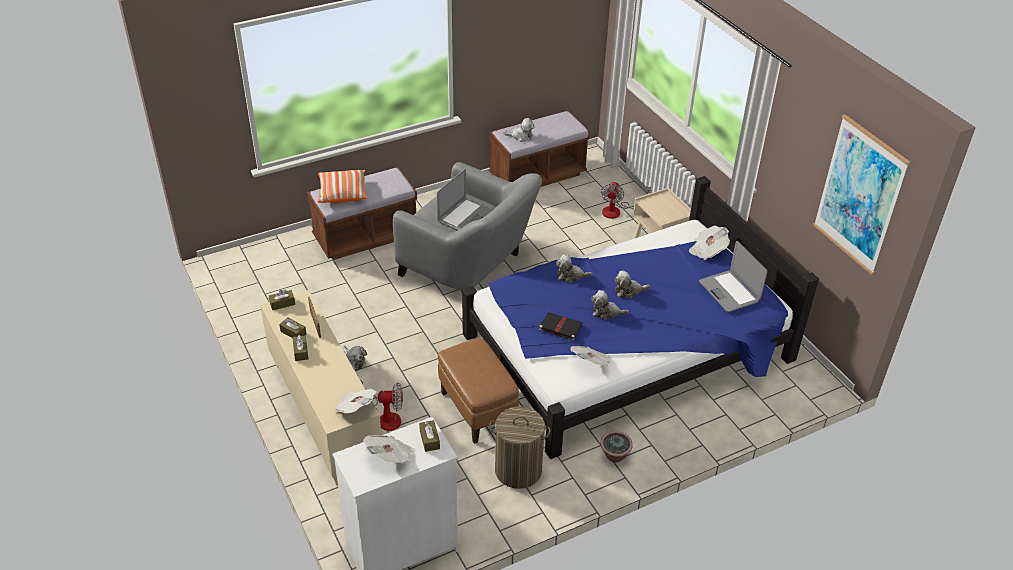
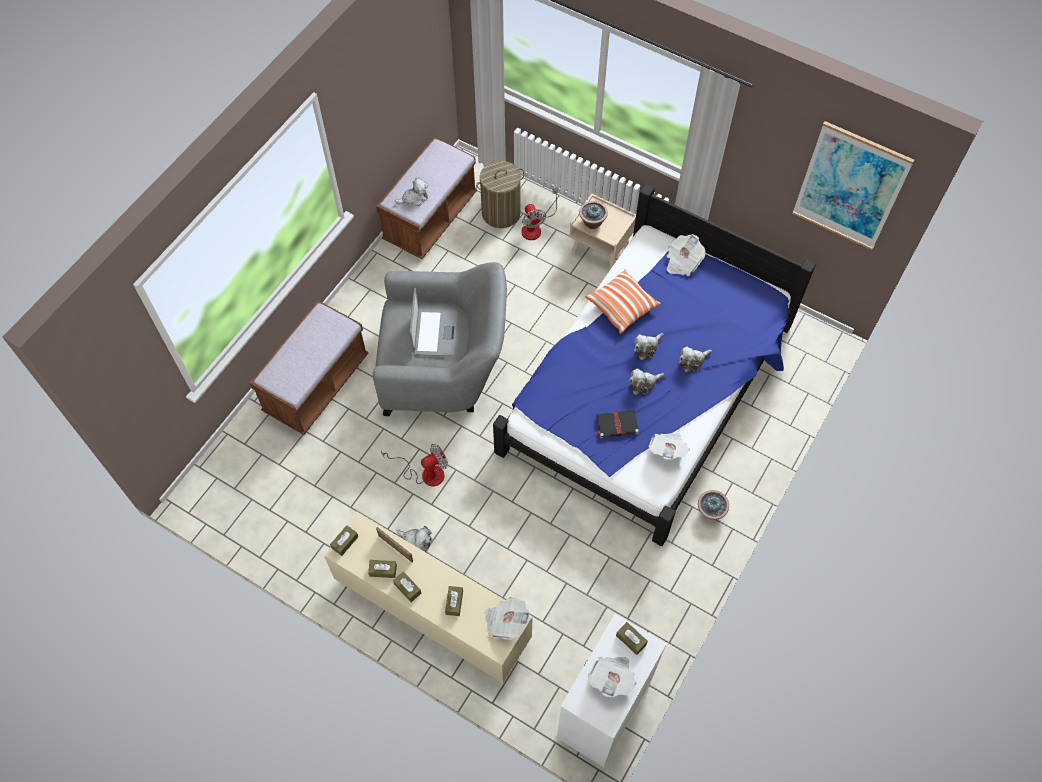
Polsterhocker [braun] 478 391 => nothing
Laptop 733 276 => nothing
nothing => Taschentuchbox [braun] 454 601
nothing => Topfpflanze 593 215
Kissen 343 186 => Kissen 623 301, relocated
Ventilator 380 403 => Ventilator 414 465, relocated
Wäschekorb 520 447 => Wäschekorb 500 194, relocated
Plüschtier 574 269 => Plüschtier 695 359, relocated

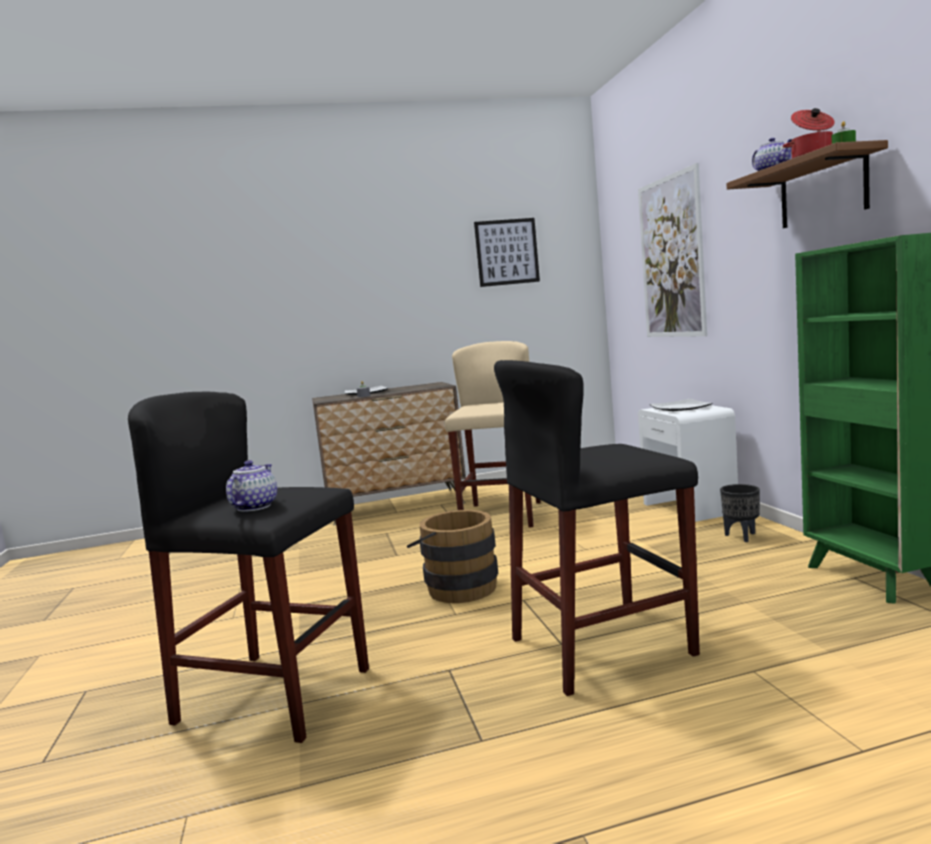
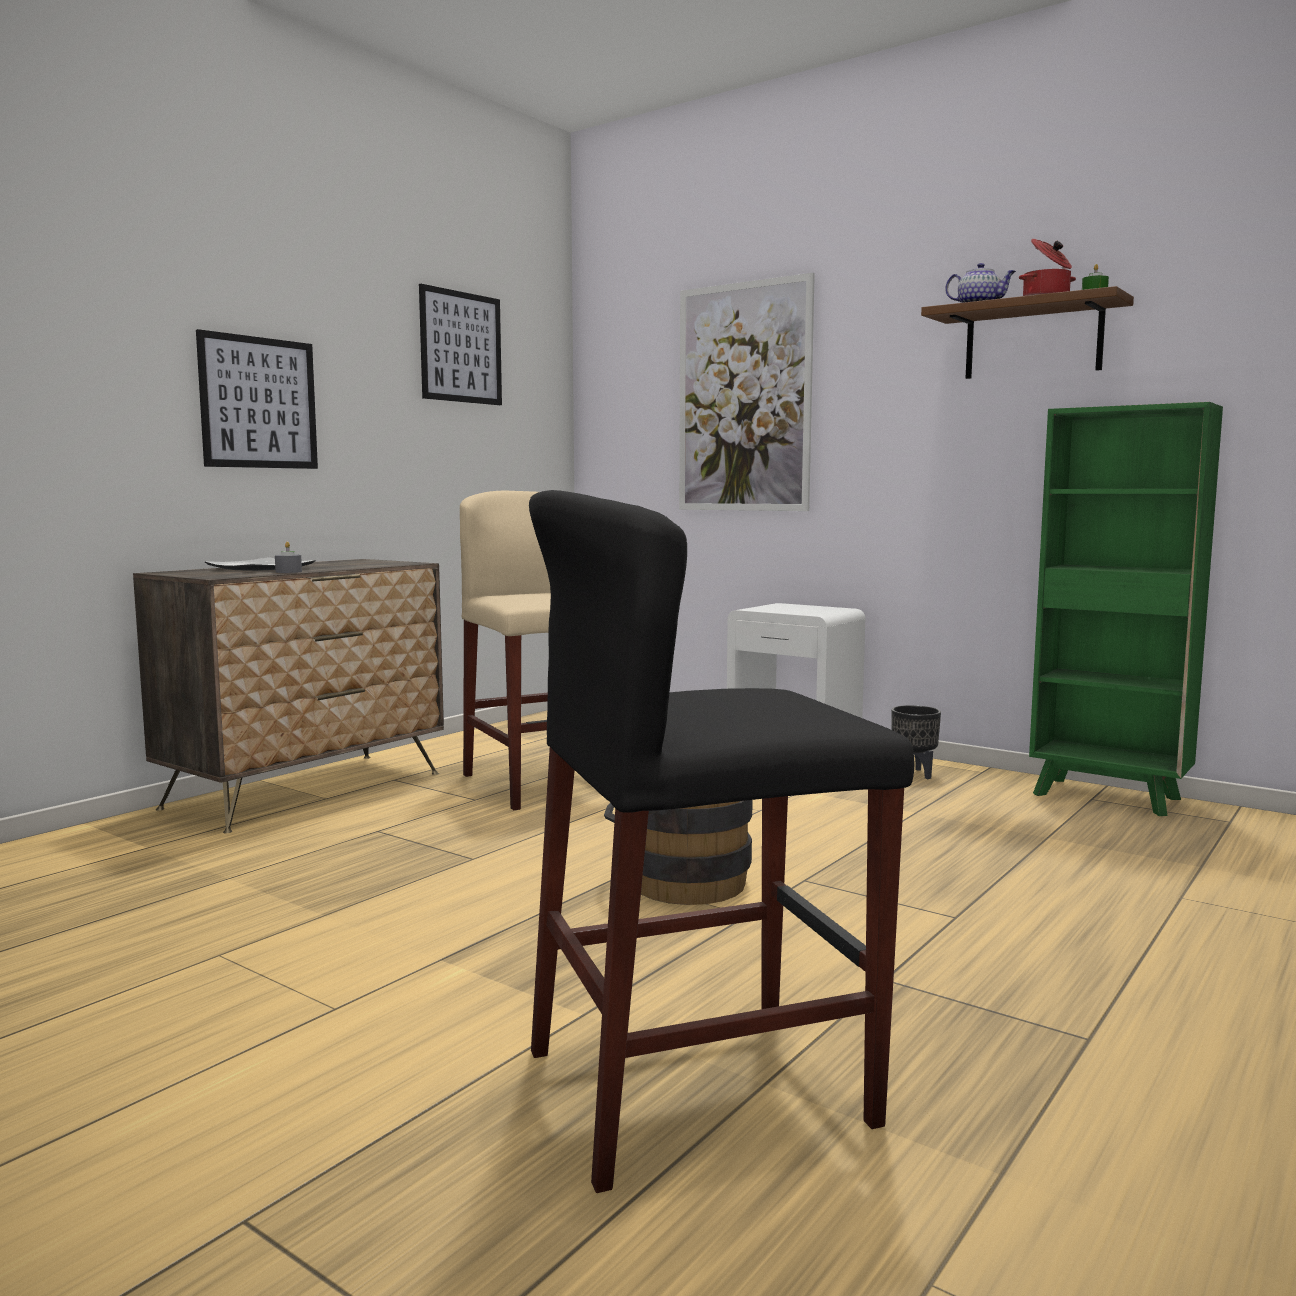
Teekanne 251 486 => nothing
Hocker [schwarz] 597 528 => nothing
Teller 680 405 => nothing
nothing => Bild 257 399

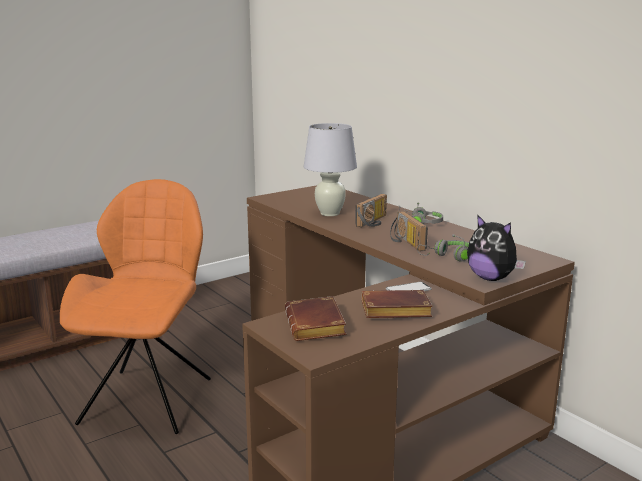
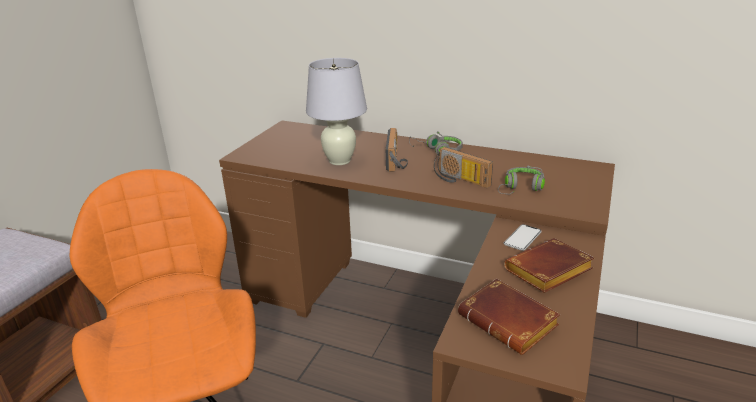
Plüschtier 496 247 => nothing

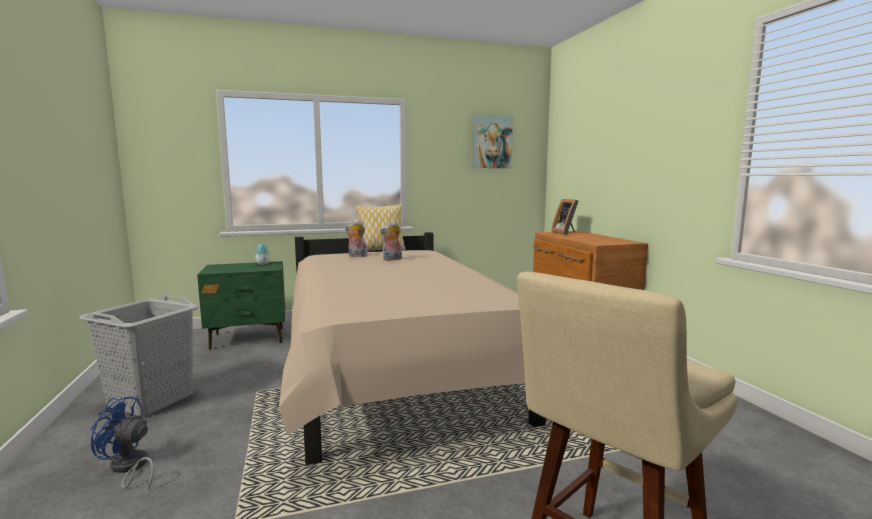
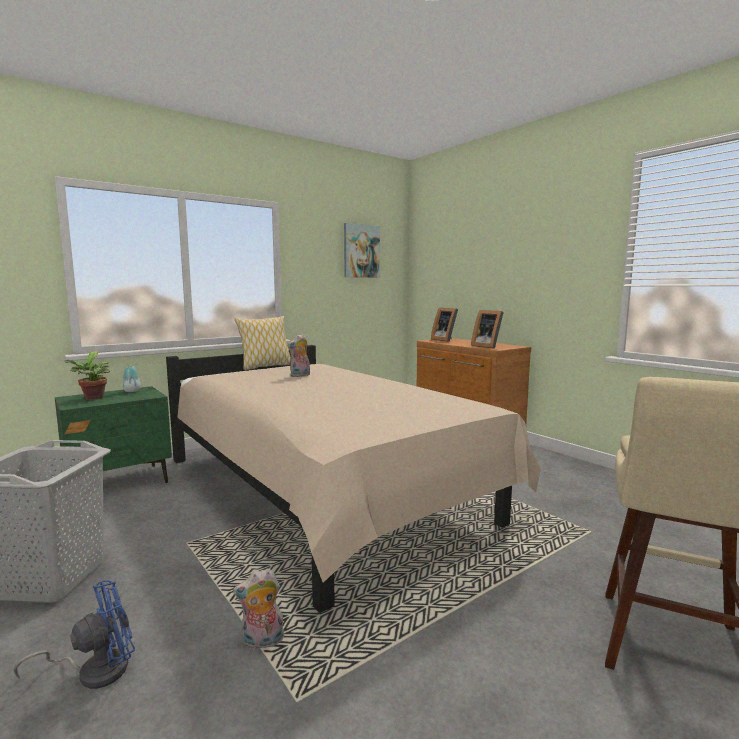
nothing => Topfpflanze 87 375
nothing => Bilderrahmen 487 329
Plüschtier 356 238 => Plüschtier 258 609, relocated
Ventilator [blau] 122 443 => Ventilator [blau] 74 635, 150 degrees clockwise

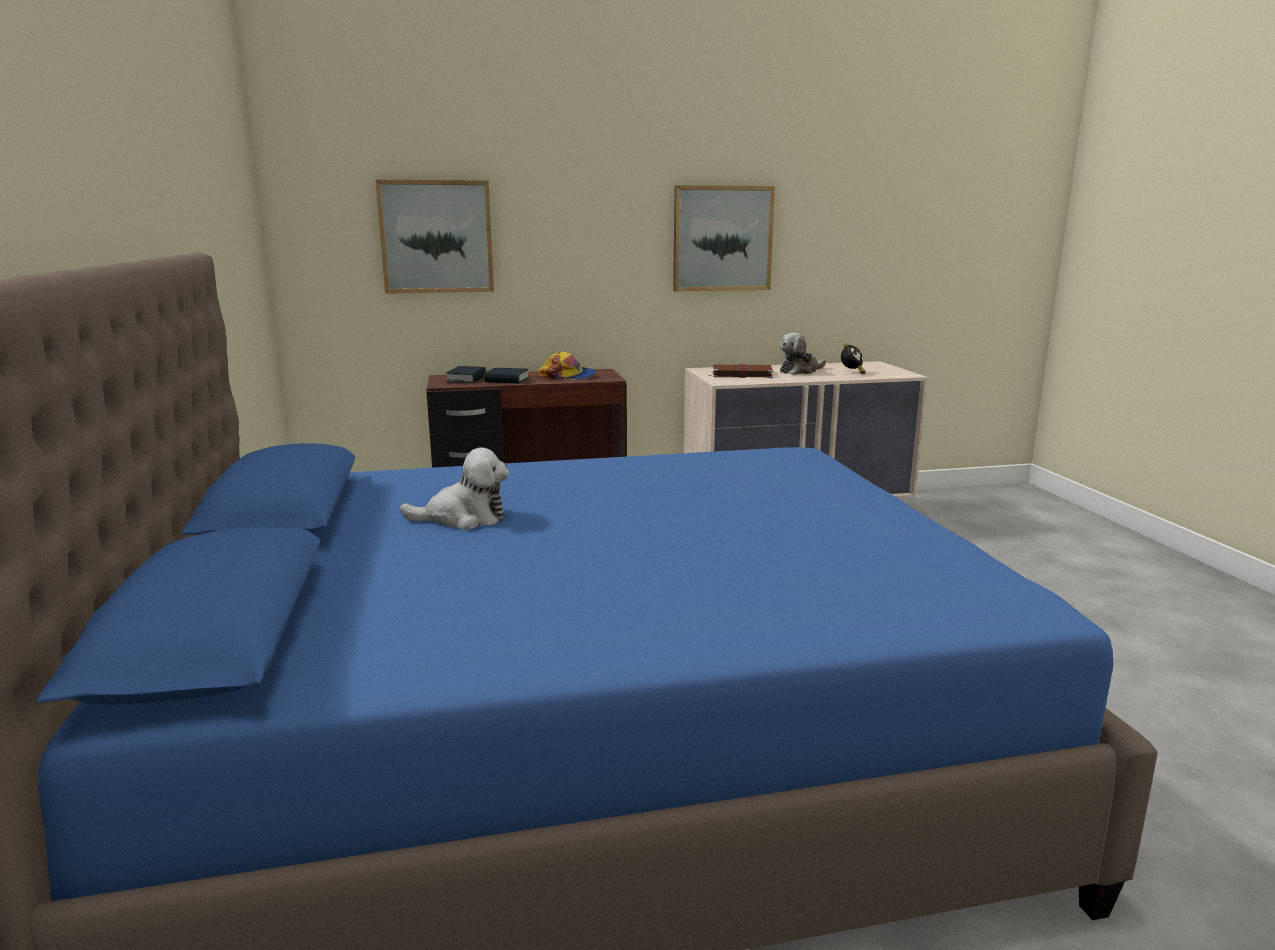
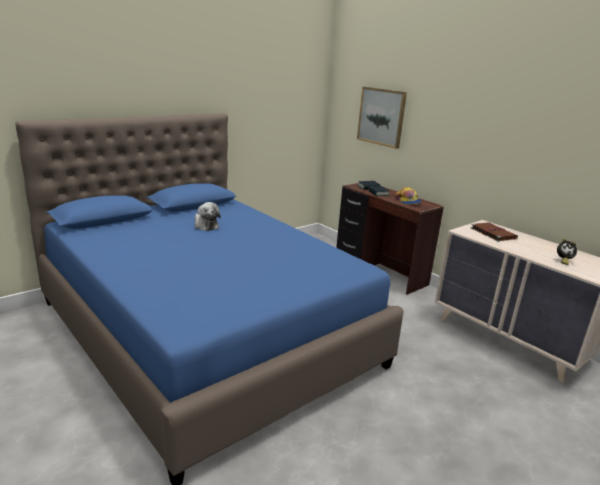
Bild 724 238 => nothing
Plüschtier 803 354 => nothing

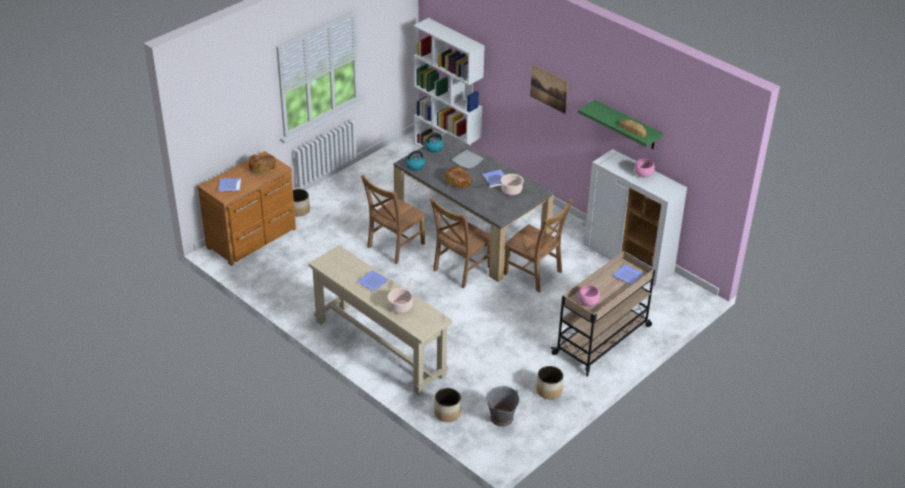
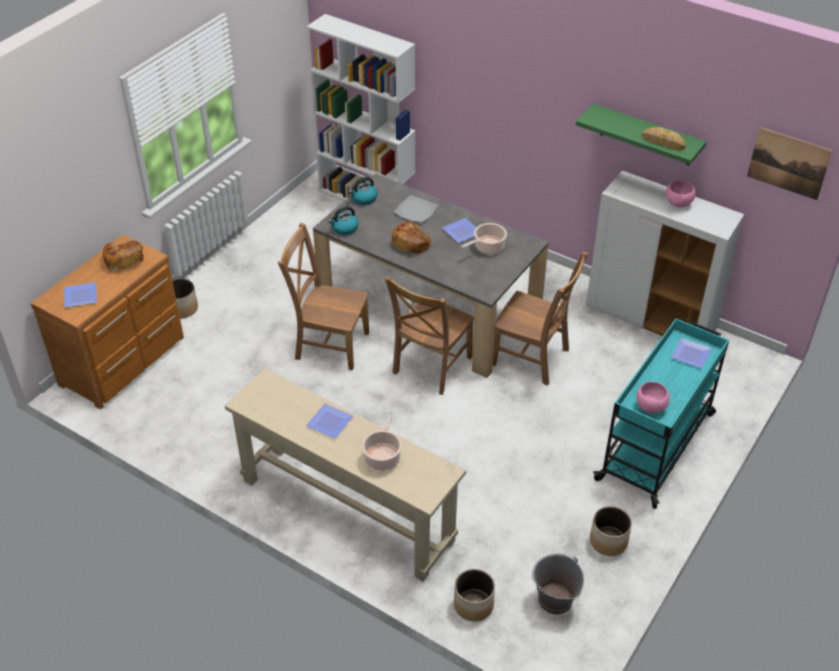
Bild 549 89 => Bild 790 163, relocated
Rollwagen [beige] 603 313 => Rollwagen [türkis] 661 414
Stuhl [braun] 393 219 => Stuhl [braun] 323 296, 75 degrees clockwise

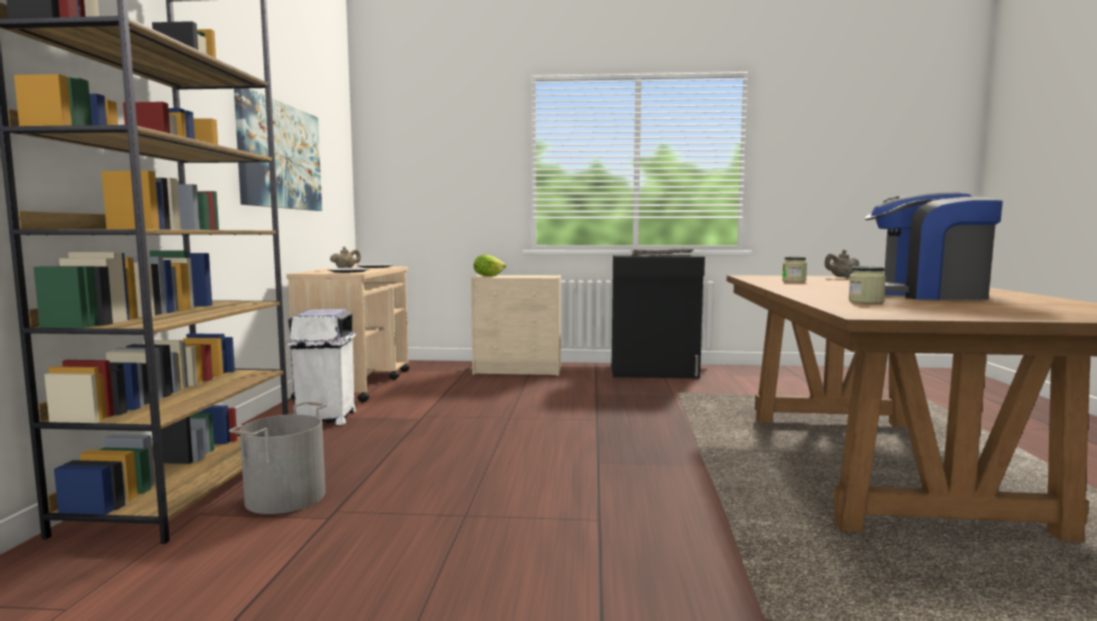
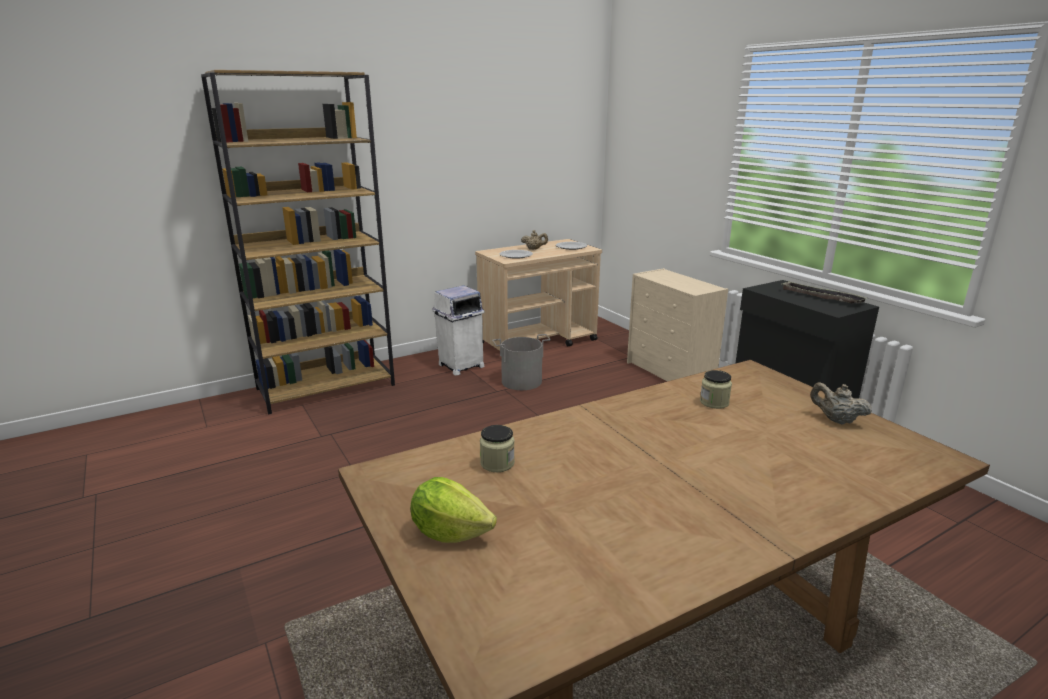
Bild 278 149 => nothing
Kaffeemaschine 933 246 => nothing
Eimer [grau] 278 458 => Eimer [grau] 521 362, relocated
Salatkopf 490 265 => Salatkopf 454 510, relocated

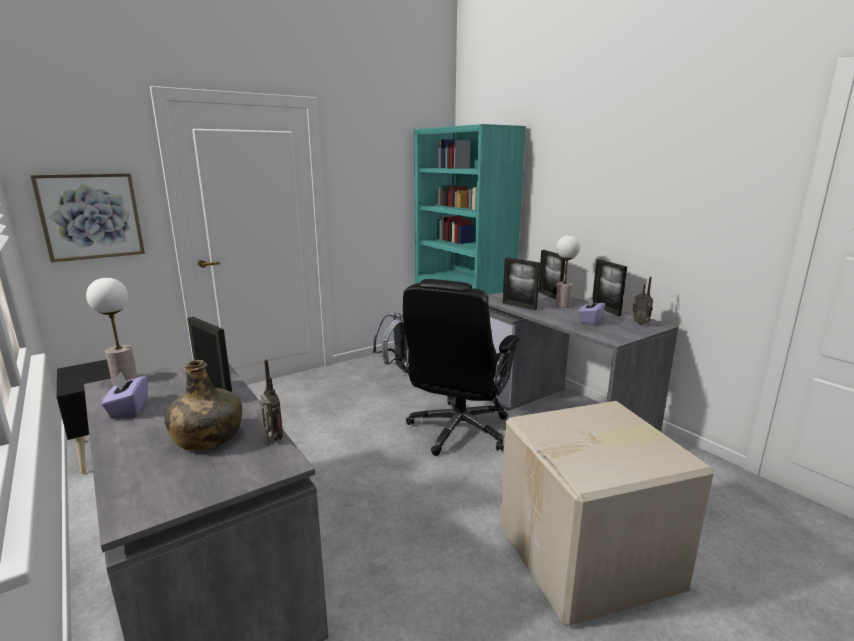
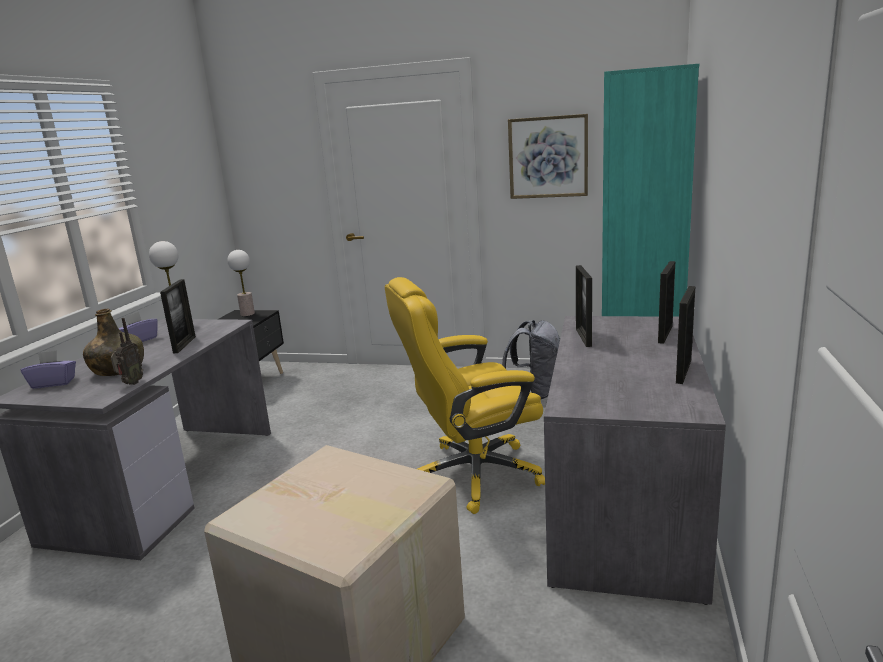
Radio 642 301 => nothing
Bild 87 217 => Bild 548 156, relocated
Tischlampe 567 271 => Tischlampe 241 283, relocated
Taschentuchbox [lila] 591 310 => Taschentuchbox [lila] 48 369, relocated
Bürostuhl [schwarz] 461 367 => Bürostuhl [gelb] 465 395

